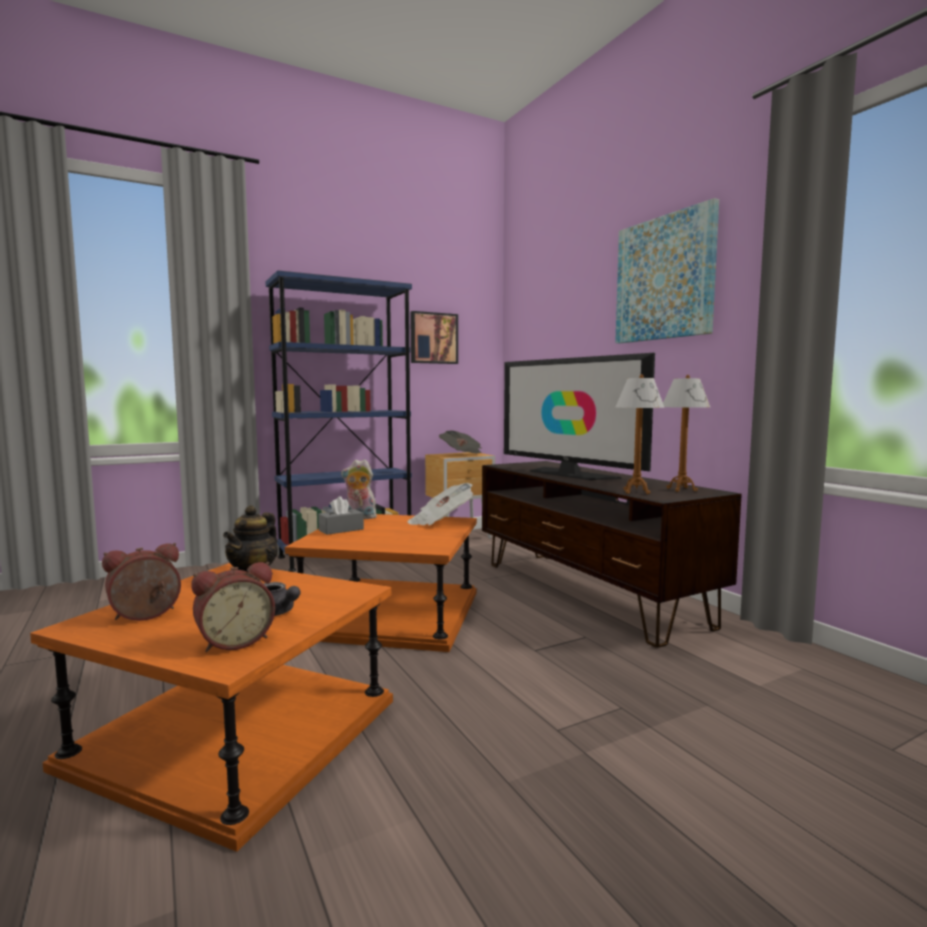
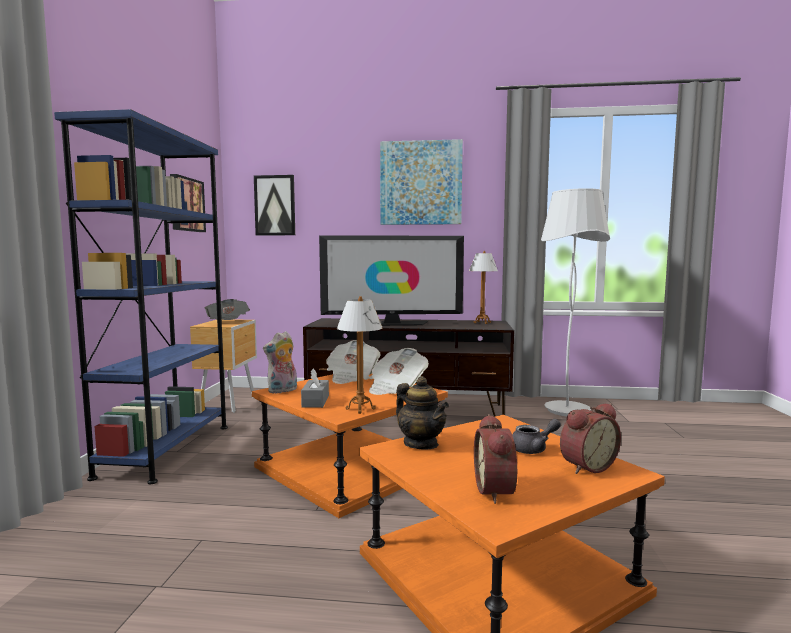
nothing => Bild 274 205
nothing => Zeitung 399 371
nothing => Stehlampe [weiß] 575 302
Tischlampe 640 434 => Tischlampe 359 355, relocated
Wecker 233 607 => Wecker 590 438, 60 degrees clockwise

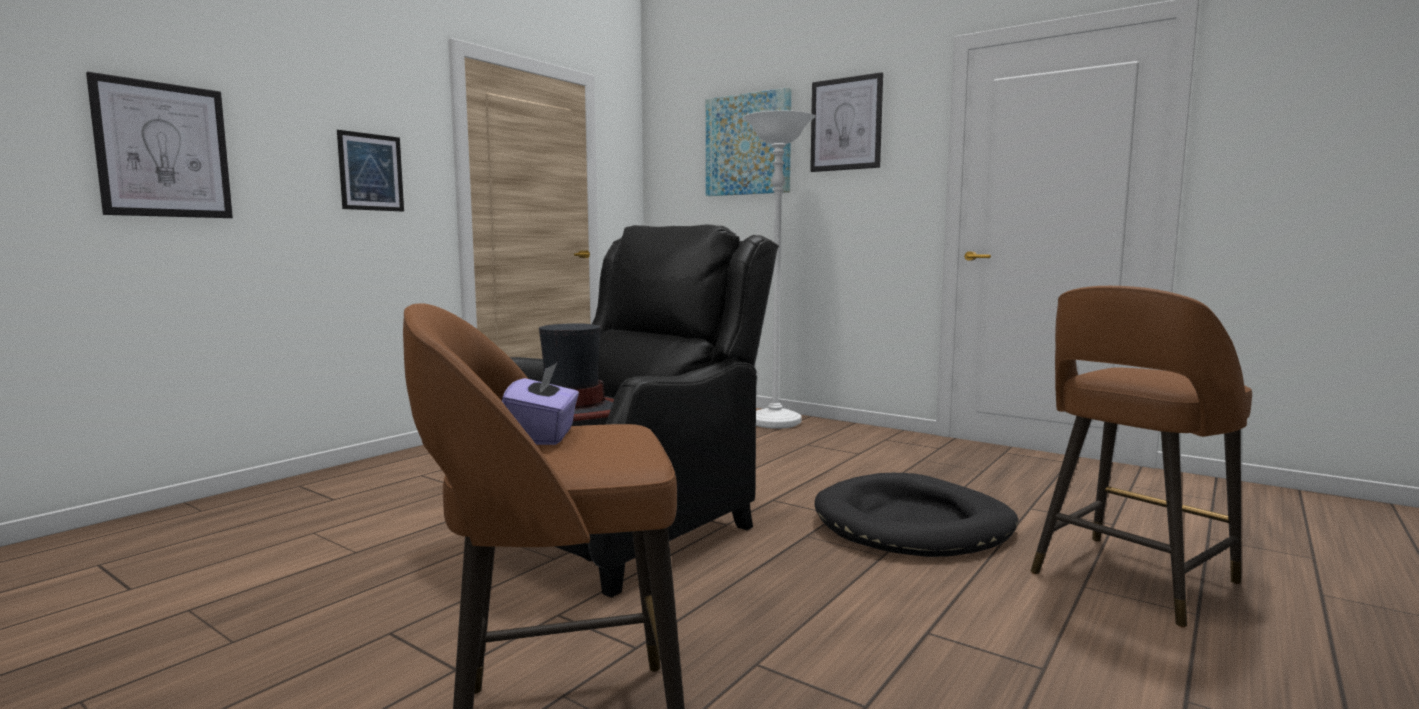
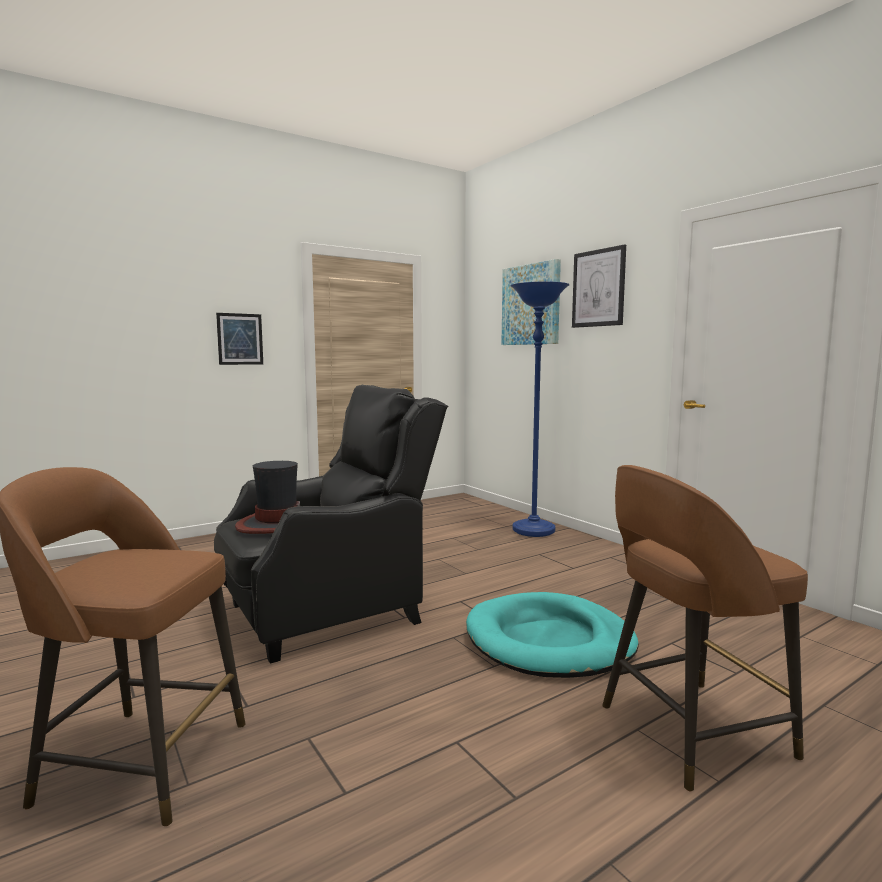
Bild 159 145 => nothing
Taschentuchbox [lila] 540 404 => nothing
Stehlampe [weiß] 779 270 => Stehlampe [blau] 540 409
Hundebett [schwarz] 916 515 => Hundebett [türkis] 552 635

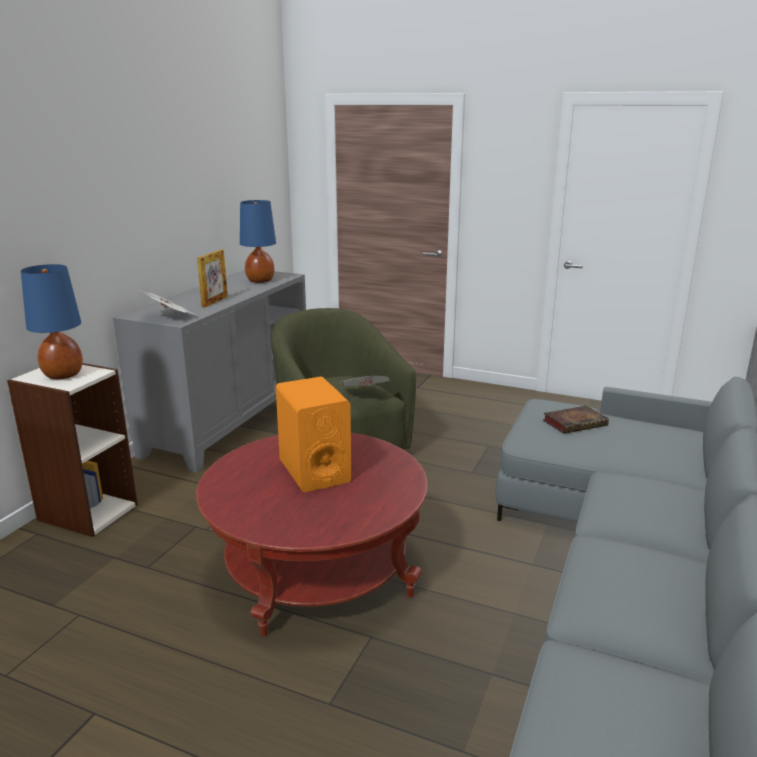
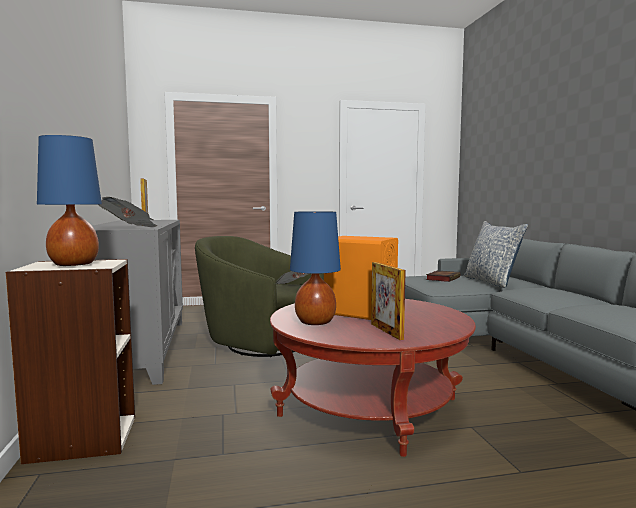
nothing => Bilderrahmen 388 301
nothing => Kissen 496 254
Tischlampe [blau] 258 241 => Tischlampe [blau] 315 268, relocated

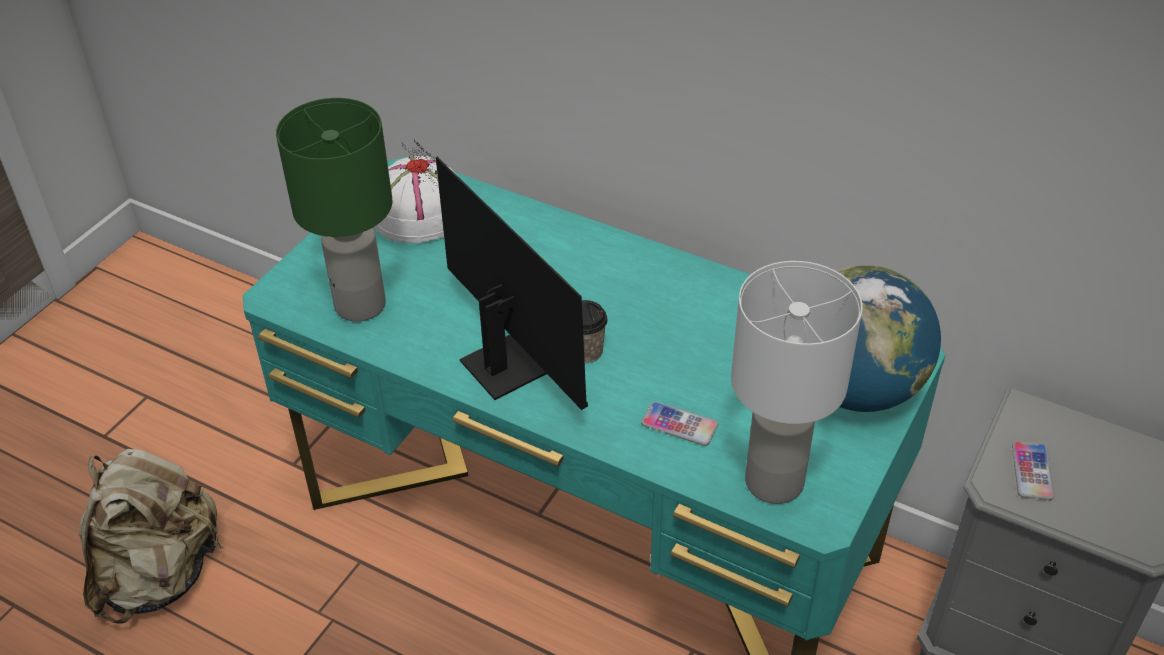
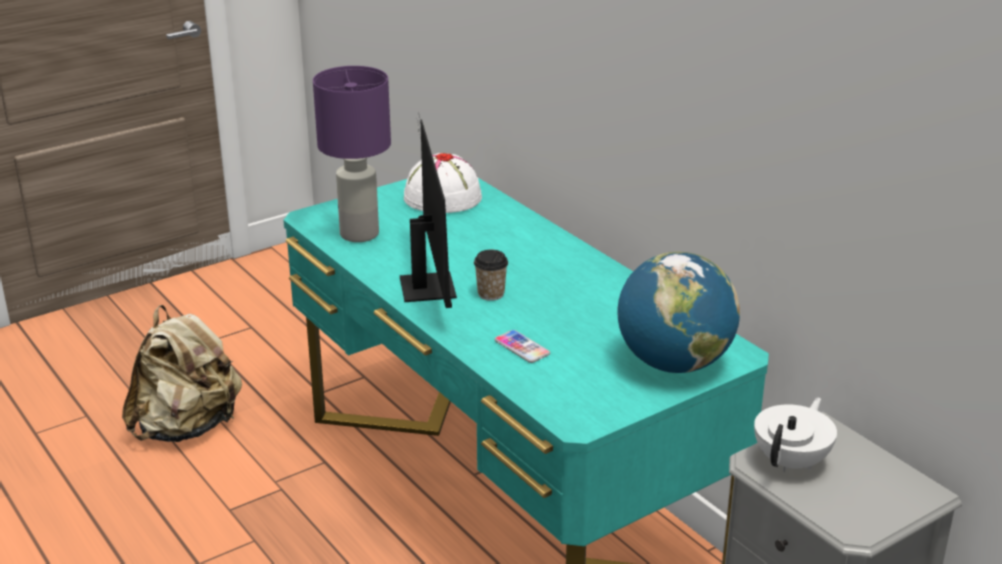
Tischlampe [weiß] 797 382 => nothing
Handy 1033 470 => Teekanne [weiß] 795 434
Tischlampe [grün] 334 210 => Tischlampe [lila] 352 154

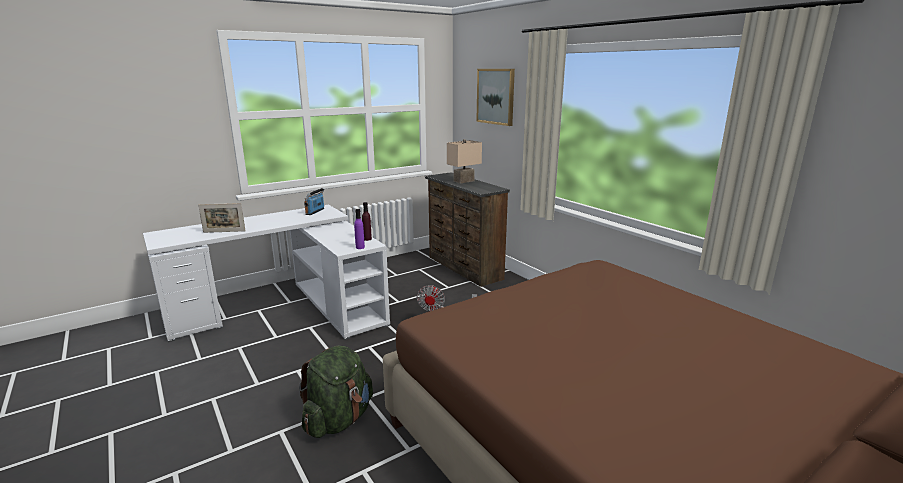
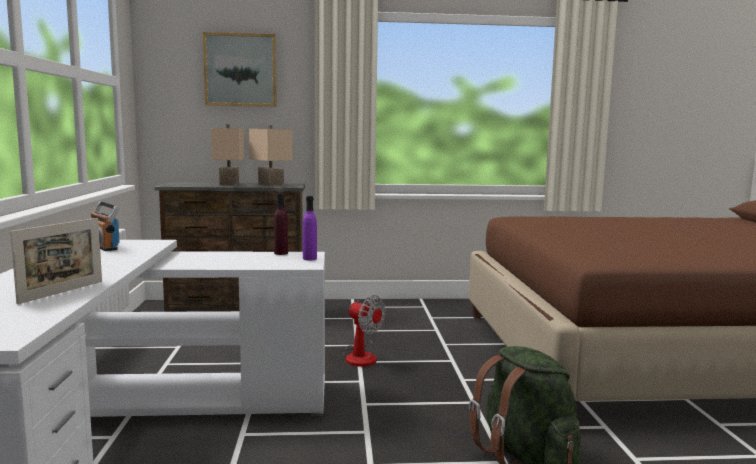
nothing => Tischlampe [beige] 270 155

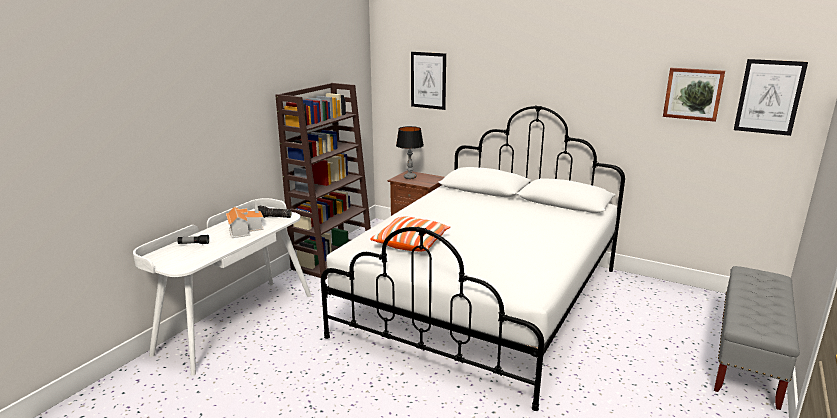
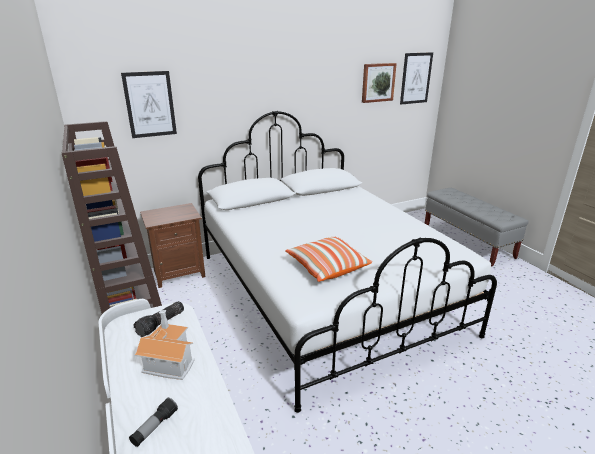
Tischlampe 410 152 => nothing

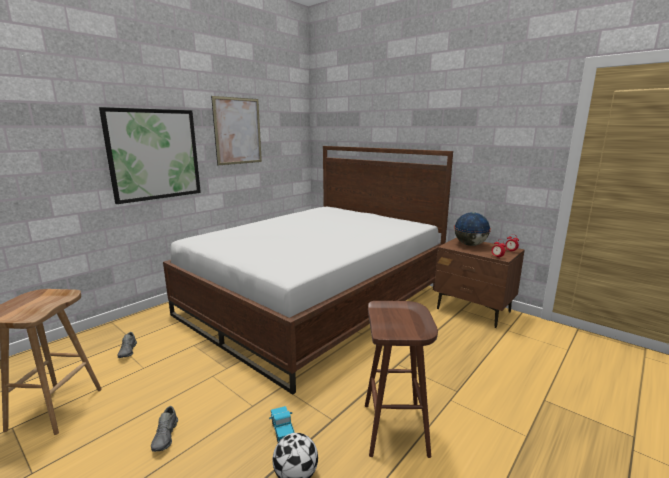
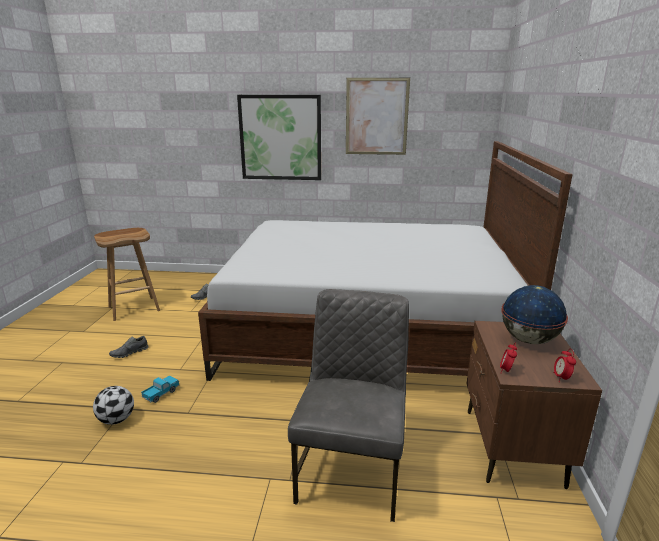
Hocker [braun] 401 379 => nothing
nothing => Stuhl [grau] 348 405

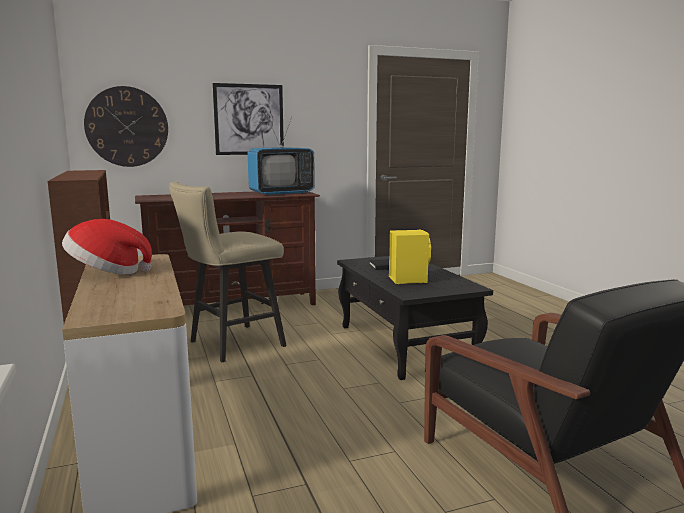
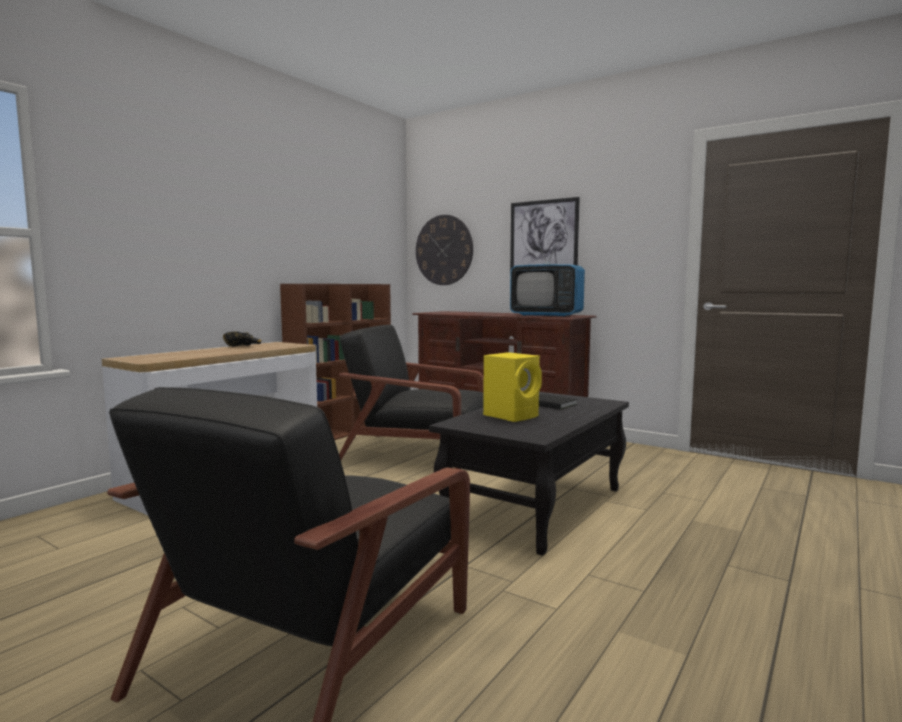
Hut 107 247 => Schüssel [schwarz] 242 339
Hocker [beige] 228 272 => Sessel [schwarz] 411 397

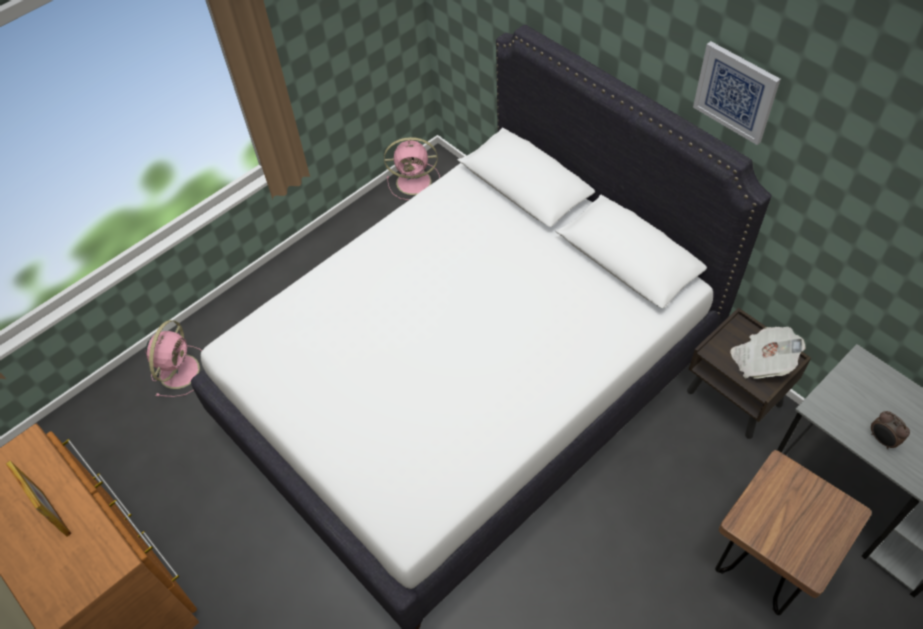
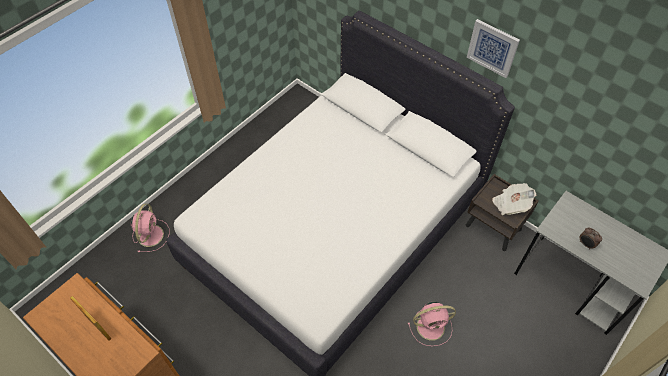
Hocker [braun] 793 532 => nothing
Ventilator [rosa] 412 168 => Ventilator [rosa] 432 324, relocated

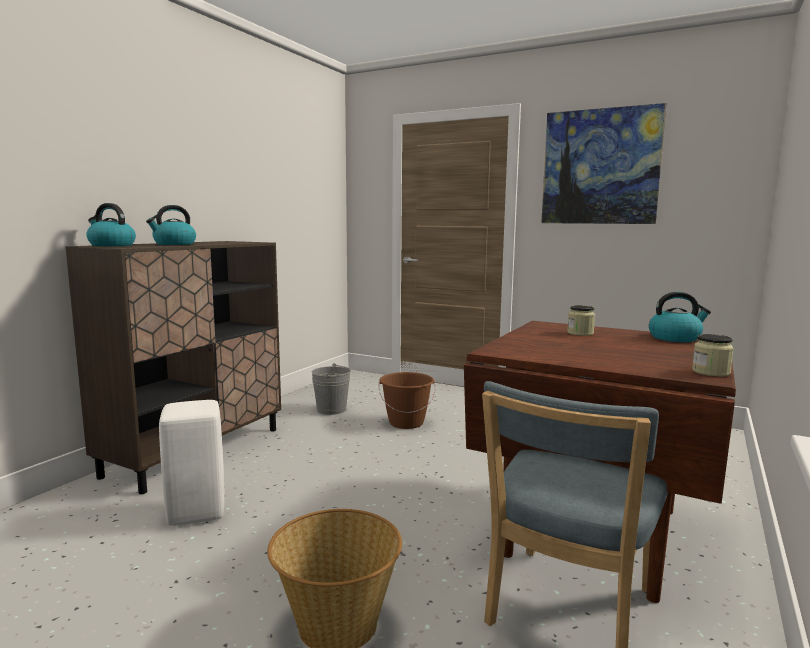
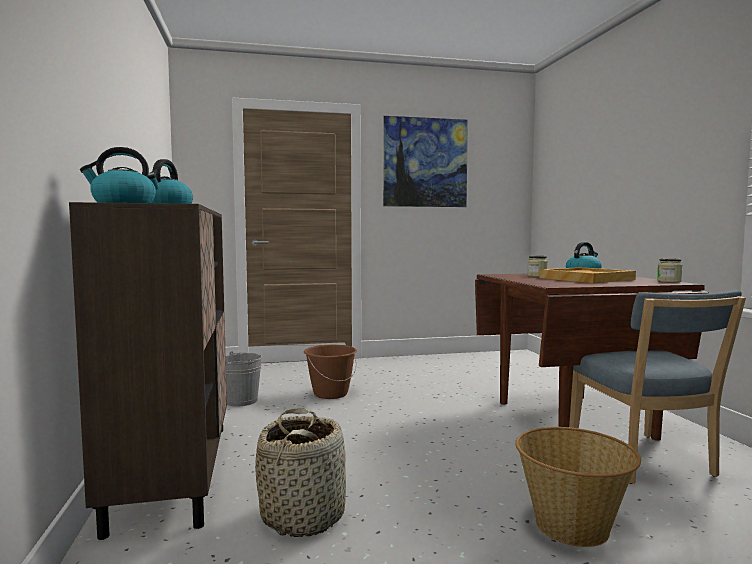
nothing => Tablett [beige] 588 275
Hocker [weiß] 191 463 => Korb 300 472

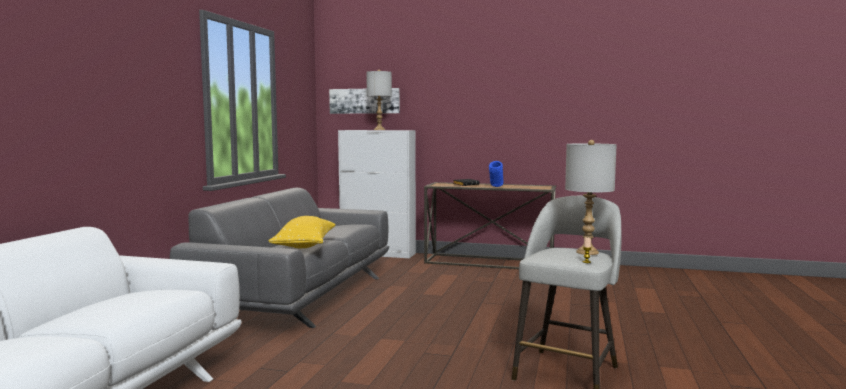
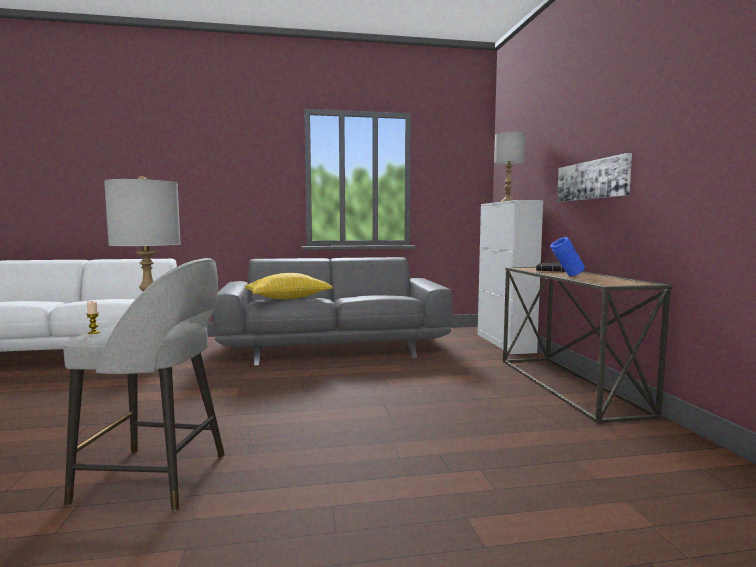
Bild 364 101 => Bild 594 177, relocated

